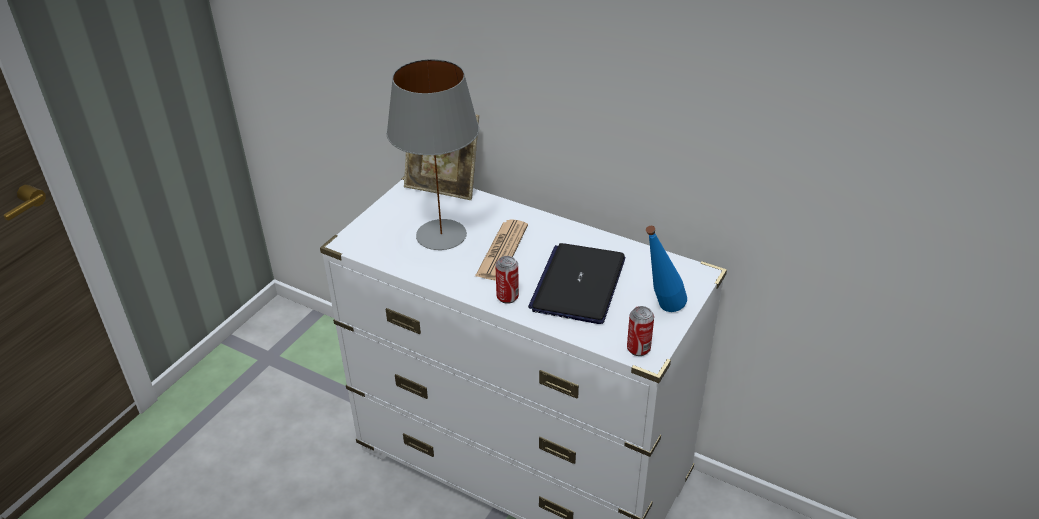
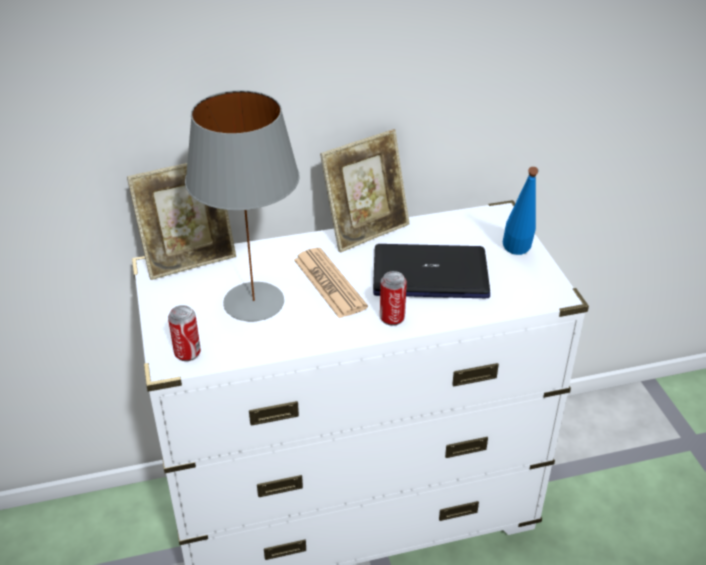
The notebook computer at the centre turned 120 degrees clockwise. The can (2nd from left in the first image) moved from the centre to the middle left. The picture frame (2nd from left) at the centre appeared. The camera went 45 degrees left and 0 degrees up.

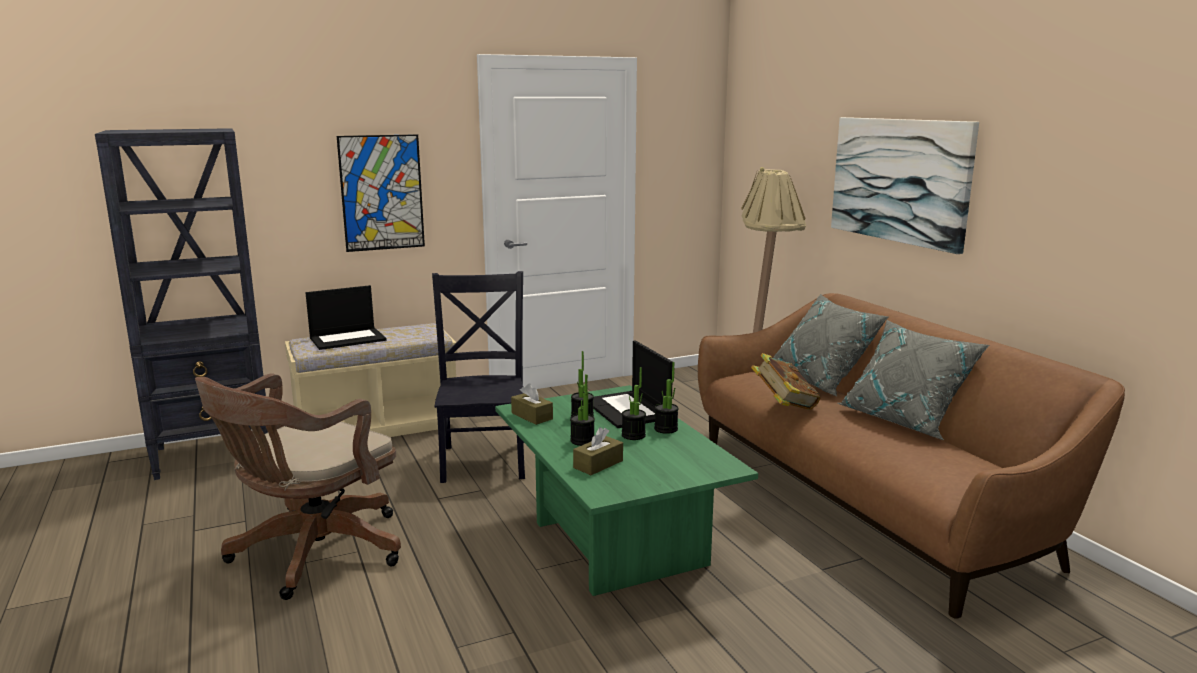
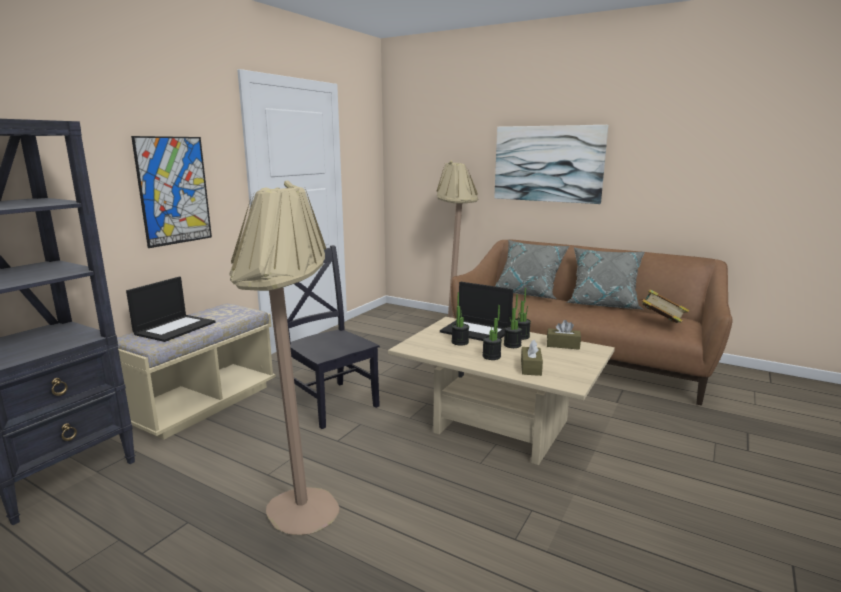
The office chair/brown-coloured at the bottom left was replaced by the standard lamp/beige-coloured (1st from left) at the centre. The coffee table/greenish at the bottom centre became the coffee table/beige-coloured at the centre. The tissue box/brown-coloured (1st from left in the first image) moved from the centre to the middle right. The book moved from the centre to the middle right. The camera went 35 degrees left and 0 degrees up.

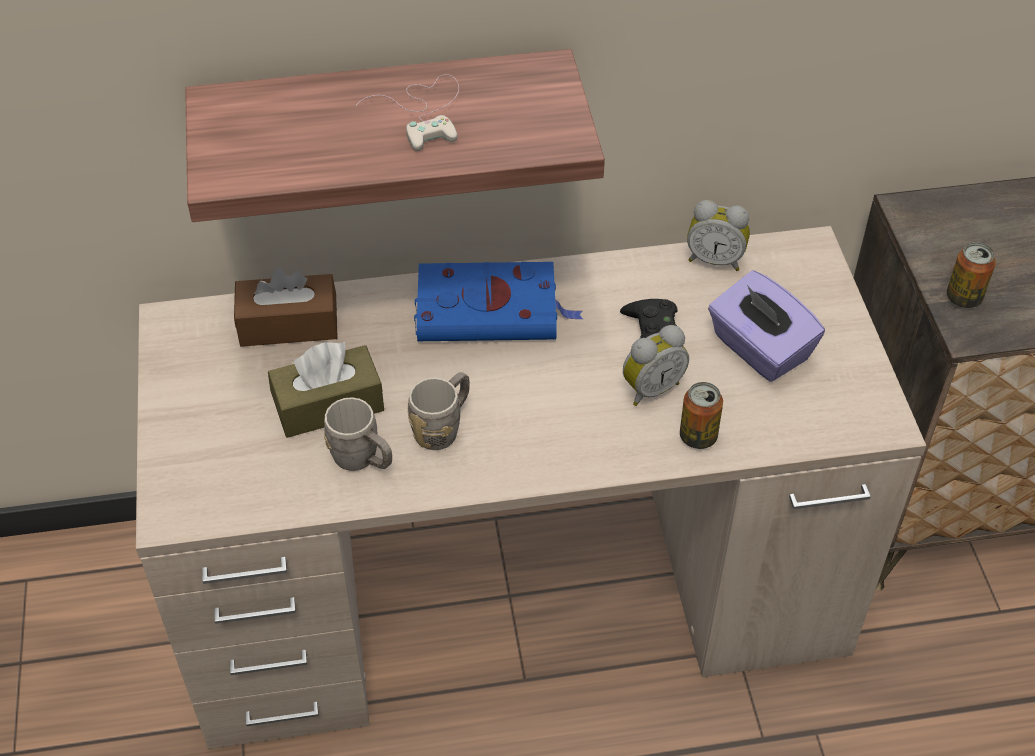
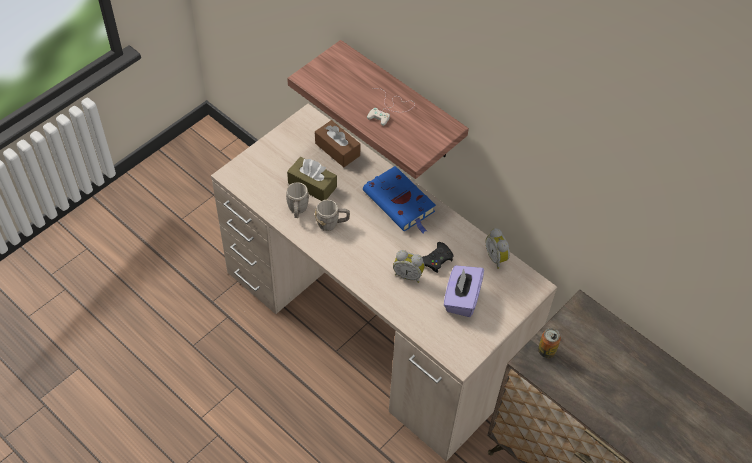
The can (1st from left) at the middle right disappeared. The camera went 50 degrees right and 5 degrees up.

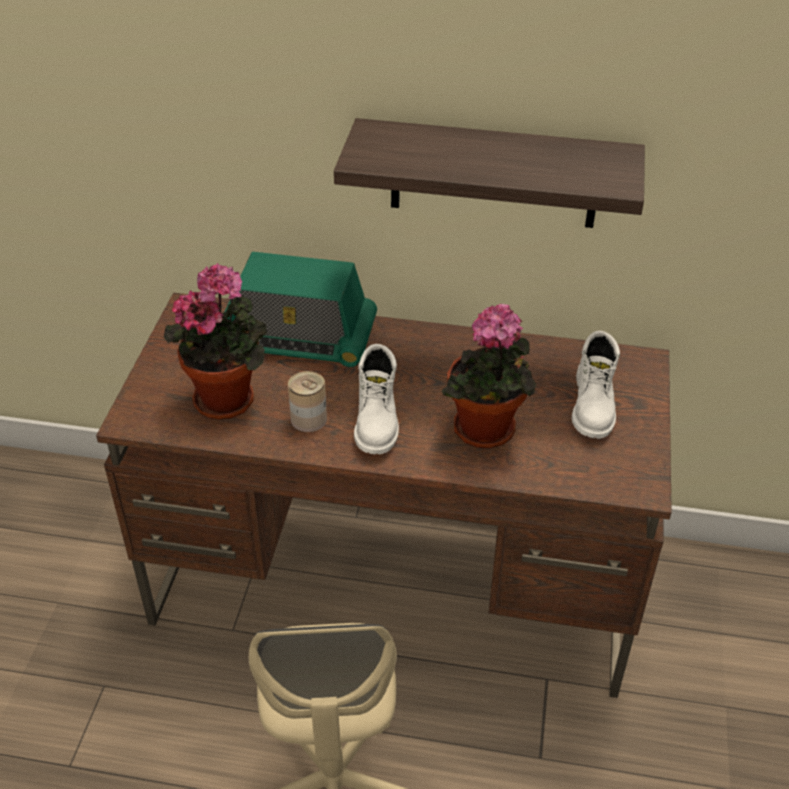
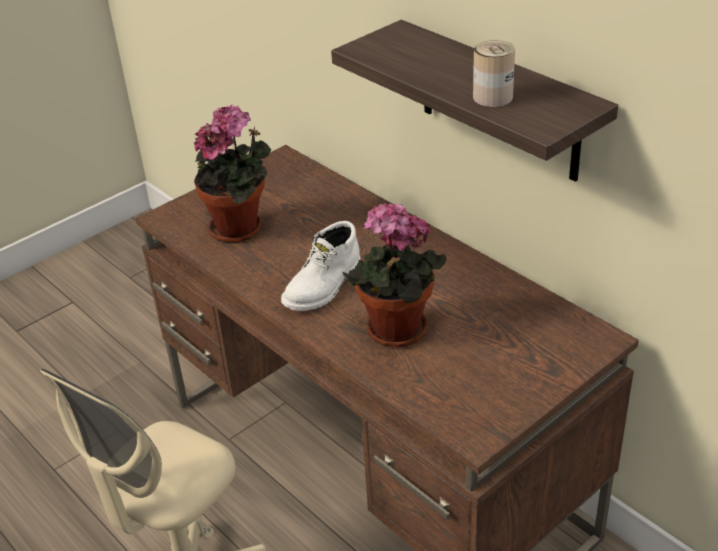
The radio set at the centre disappeared. The can moved from the centre to the top right. The tall boot/whitish (2nd from left) at the middle right disappeared. The camera went 40 degrees right and 5 degrees down.

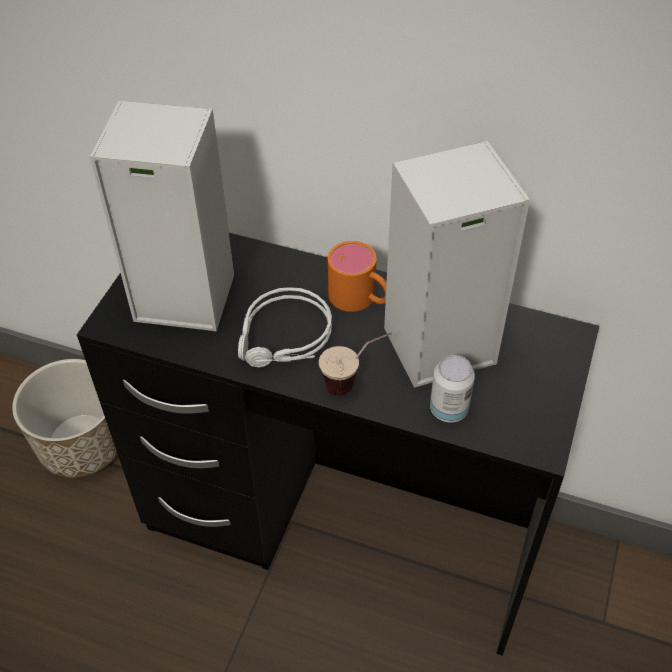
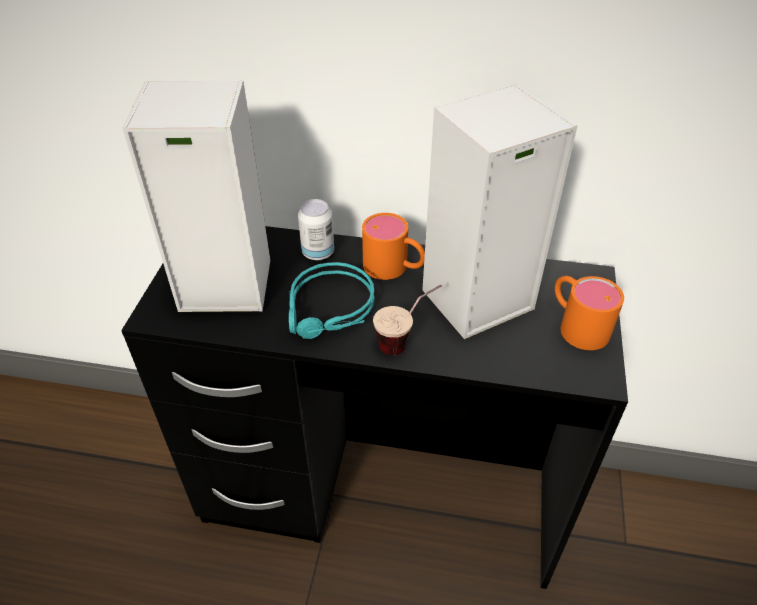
The planter at the middle left disappeared. The headphones/gray at the centre became the headphones/turquoise-coloured at the centre. The can moved from the middle right to the centre. The tea mug/orangey (2nd from left) at the middle right appeared. The camera went 10 degrees left and 5 degrees down.

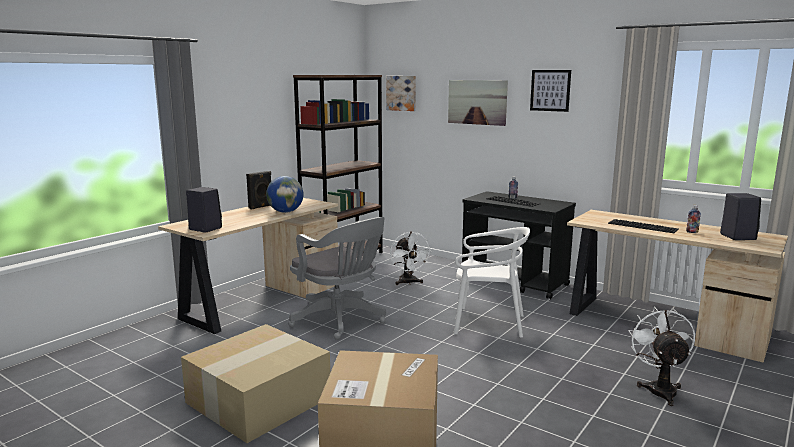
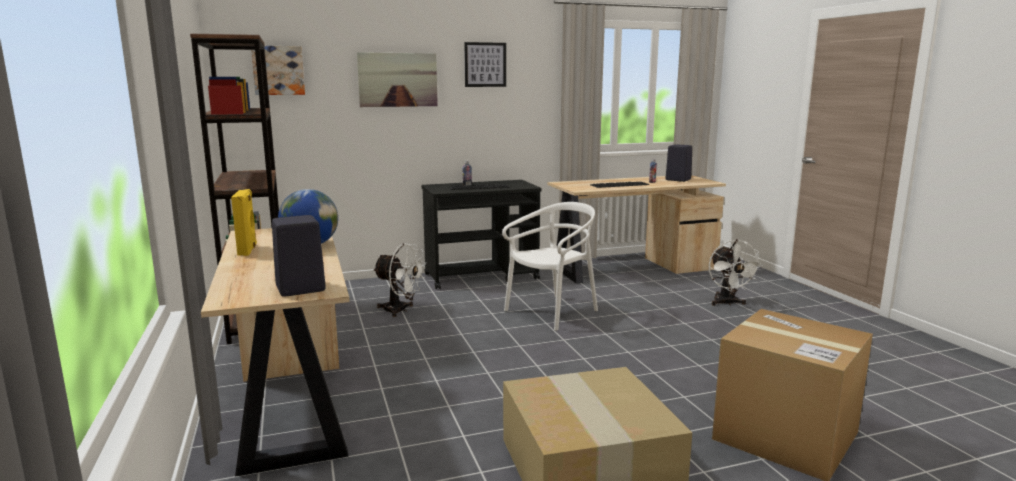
The speaker/blackish (2nd from left) at the middle left became the speaker/yellow at the middle left. The office chair/gray at the centre disappeared. The electric fan/whitish (2nd from left) at the bottom right turned 135 degrees counterclockwise. The camera went 55 degrees left and 0 degrees up.

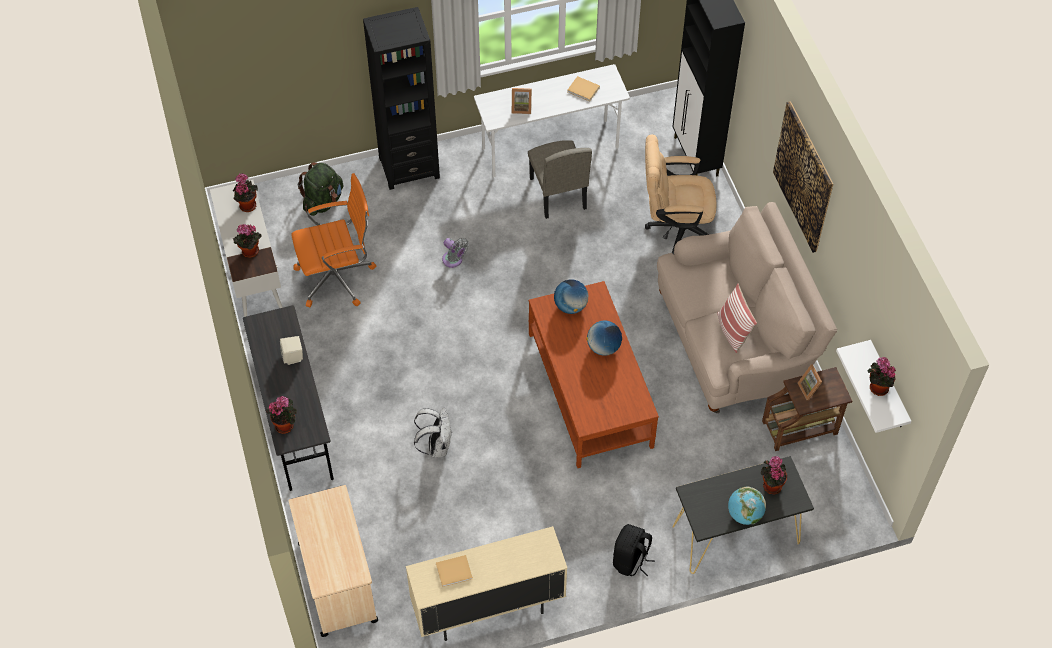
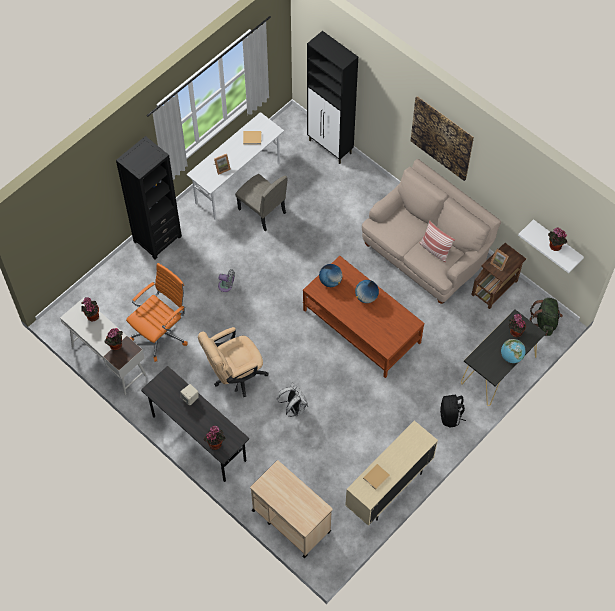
The backpack/greenish moved from the top left to the middle right. The office chair/beige-coloured moved from the top centre to the centre. The camera went 30 degrees left and 5 degrees up.

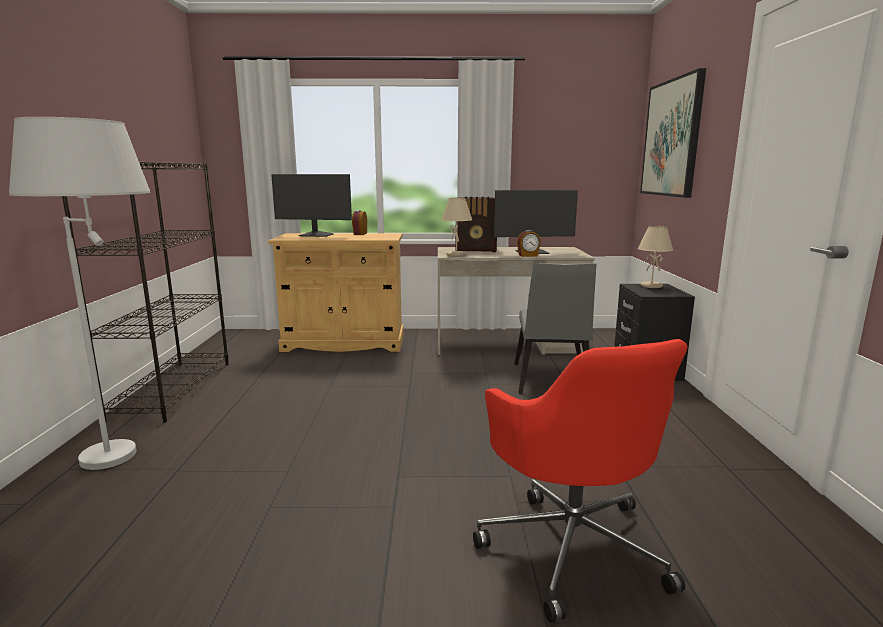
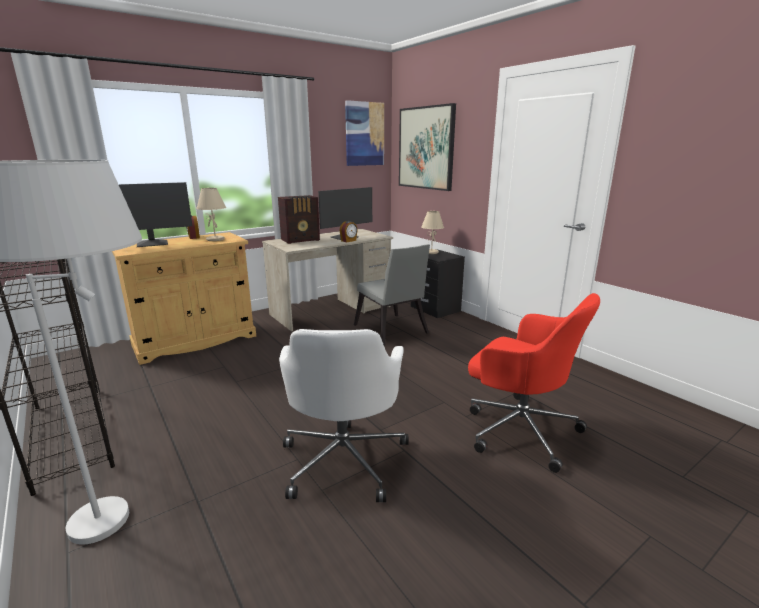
The tabletop lamp/beige-coloured (1st from left) moved from the centre to the middle left. The office chair/whitish at the bottom centre appeared. The picture (1st from left) at the top centre appeared. The camera went 35 degrees left and 5 degrees up.

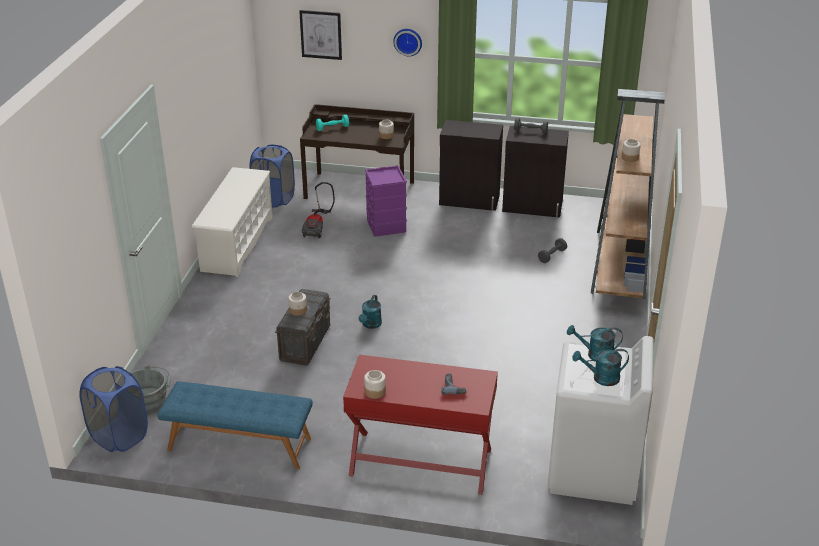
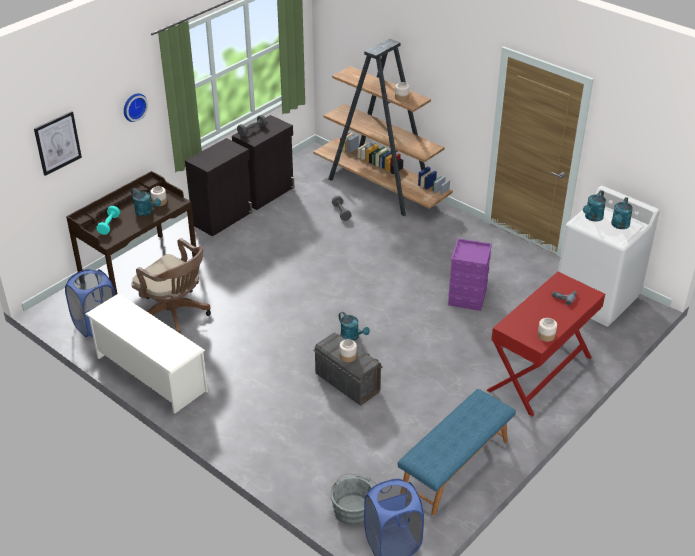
The vacuum cleaner at the centre was replaced by the office chair/brown-coloured at the middle left. The storage bin/purplish moved from the centre to the middle right. The watering pot/turquoise-coloured (1st from left) at the middle left appeared. The camera went 60 degrees left and 5 degrees up.

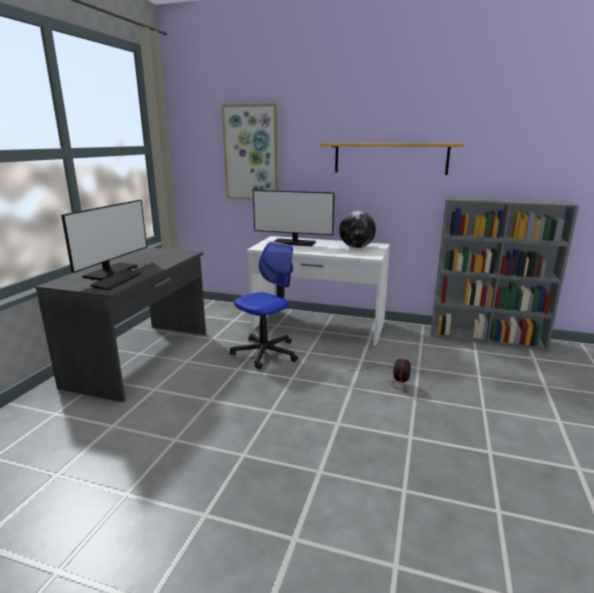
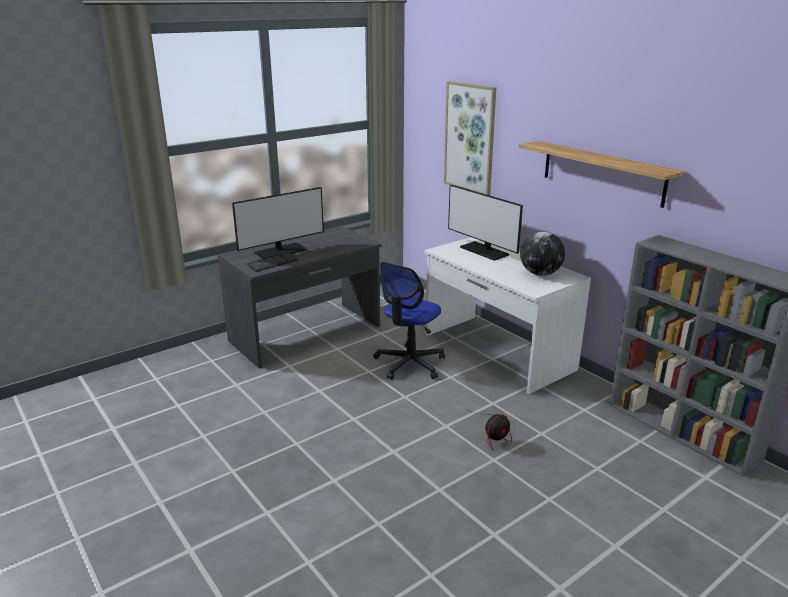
The office chair at the centre turned 135 degrees clockwise. The camera went 35 degrees right and 5 degrees up.

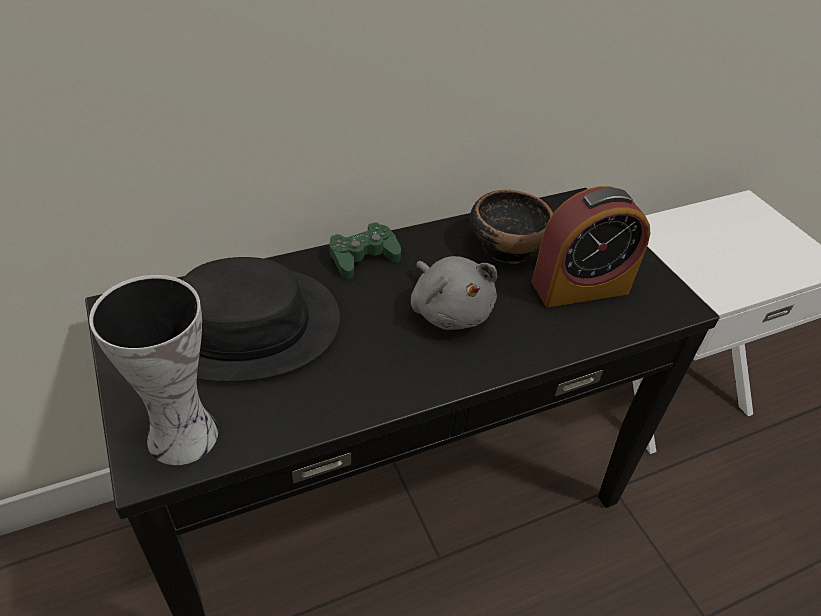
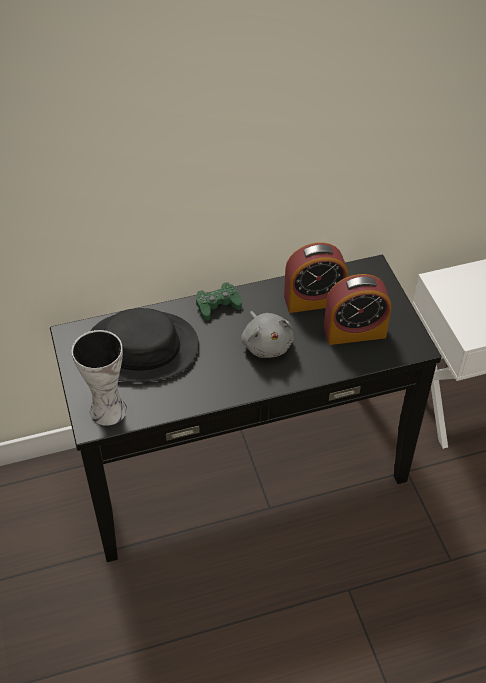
The deep dish at the centre was replaced by the table clock (1st from left) at the centre. The camera went 10 degrees right and 5 degrees up.

